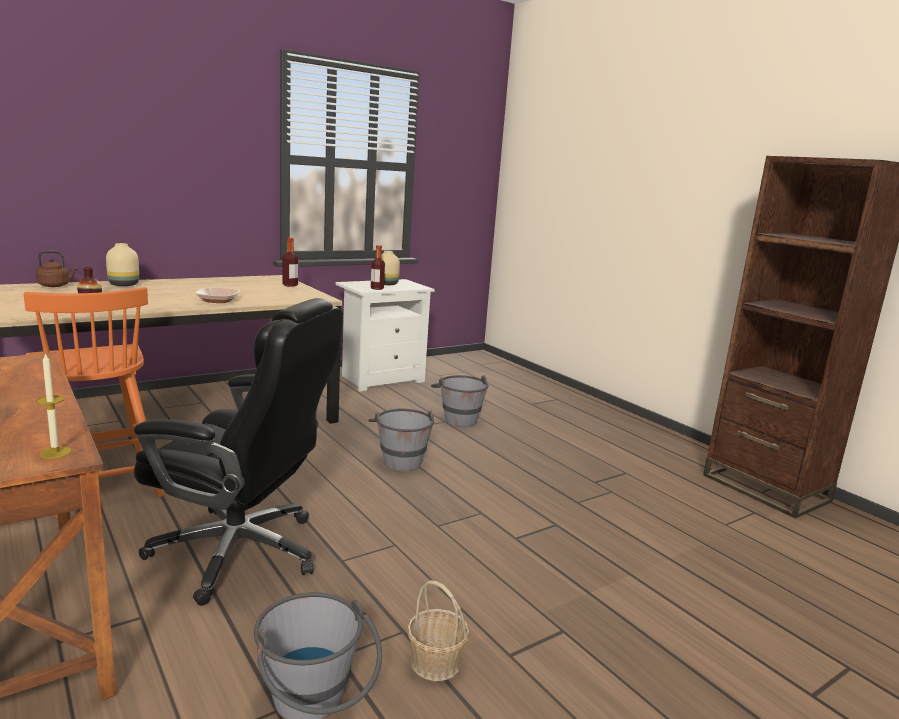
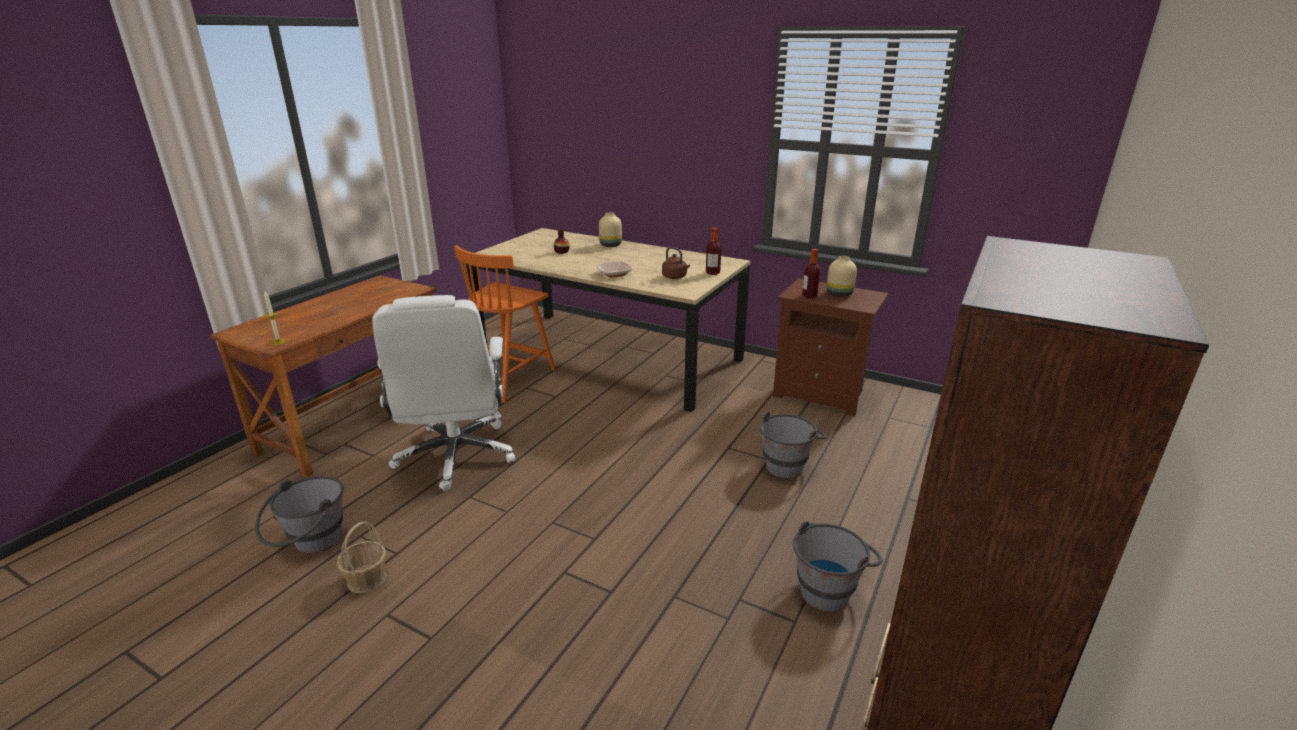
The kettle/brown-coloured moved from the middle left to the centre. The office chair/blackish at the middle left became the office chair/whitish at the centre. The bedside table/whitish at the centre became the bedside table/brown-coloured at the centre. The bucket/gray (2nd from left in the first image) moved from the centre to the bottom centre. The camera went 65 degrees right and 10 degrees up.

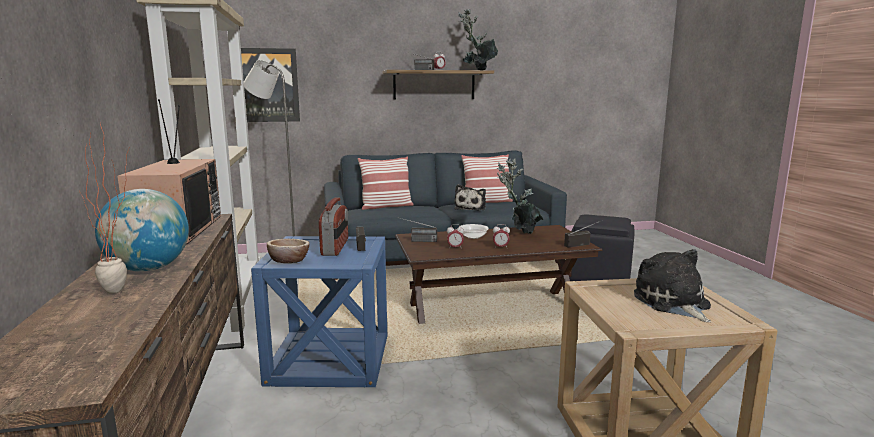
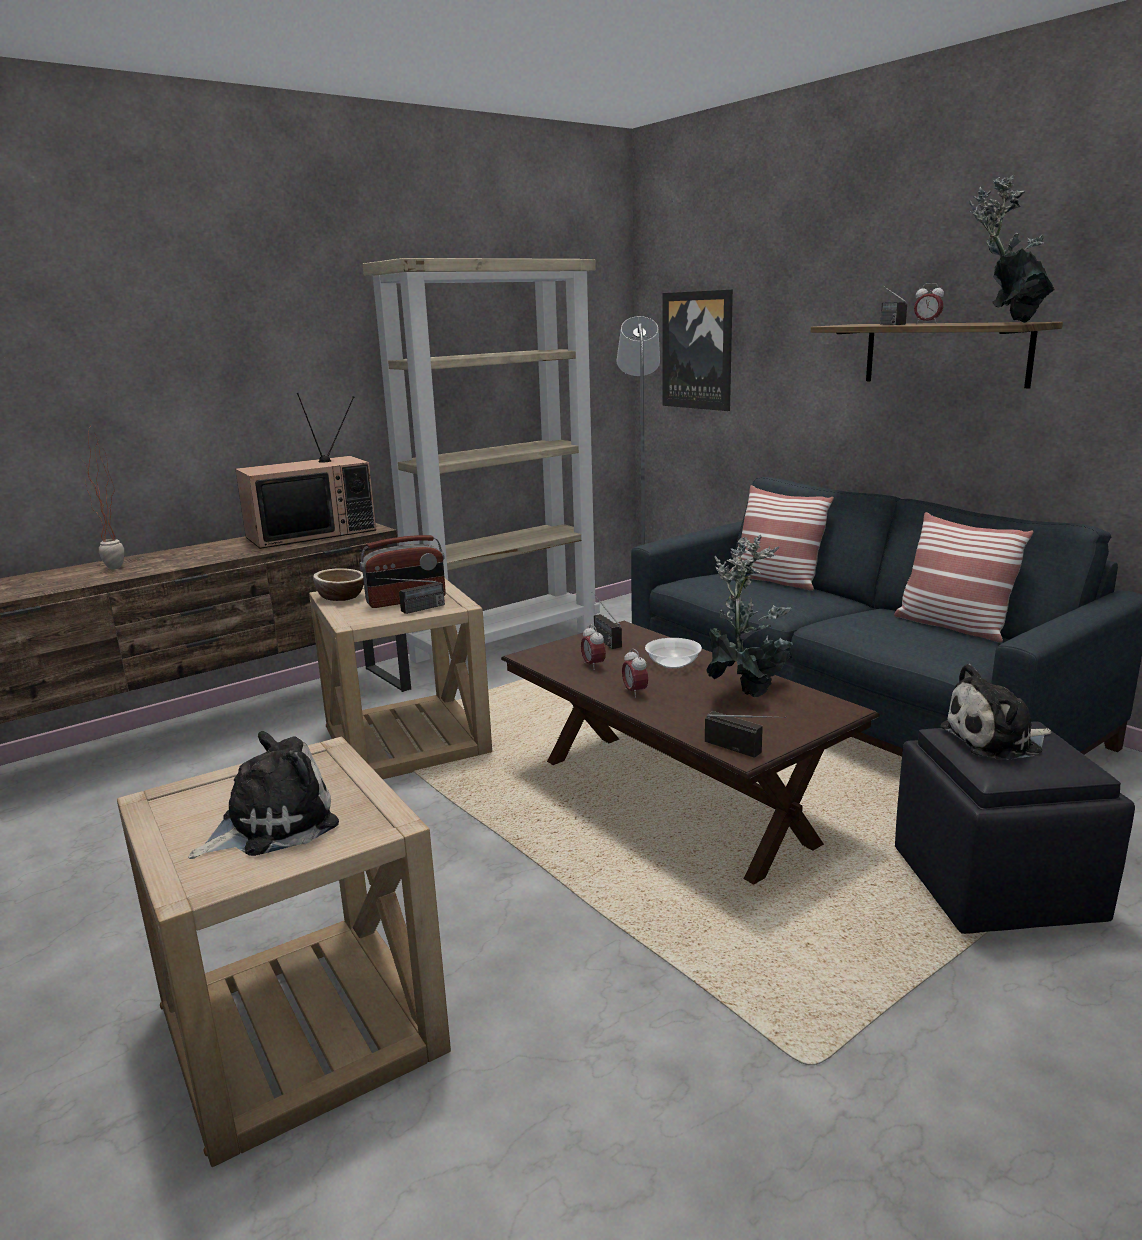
The world globe at the middle left disappeared. The end table/blue-coloured at the bottom centre became the end table/beige-coloured (2nd from left) at the centre. The soft toy (1st from left in the first image) moved from the centre to the middle right. The camera went 65 degrees right and 5 degrees up.

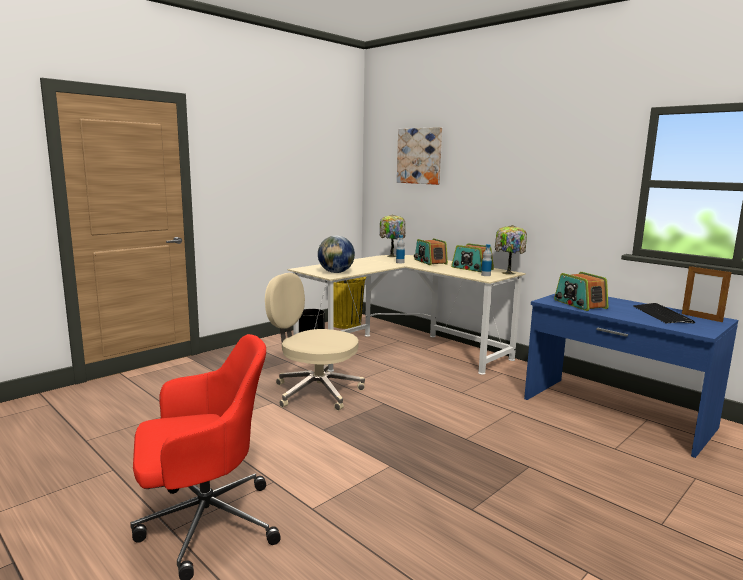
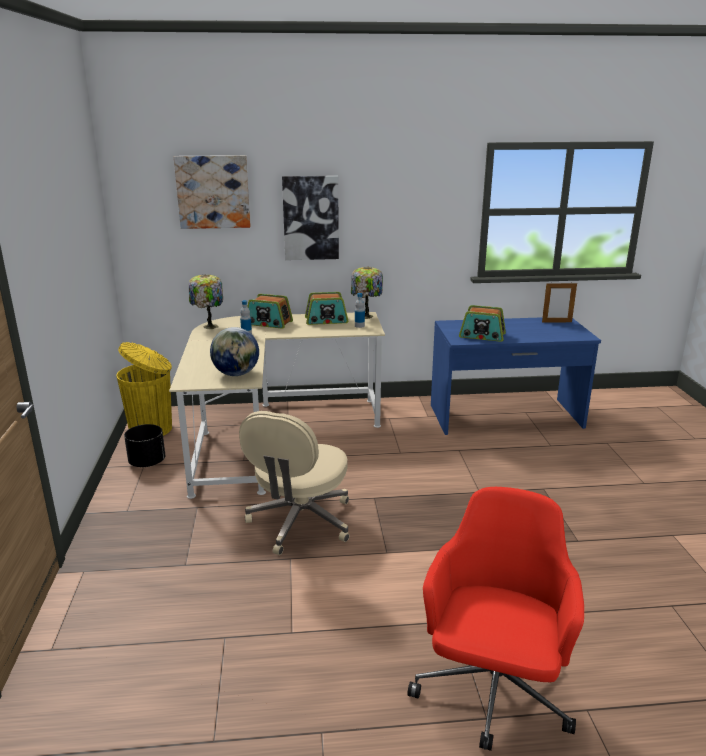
The office chair/beige-coloured at the centre turned 45 degrees counterclockwise. The PC keyboard at the middle right disappeared. The picture (2nd from left) at the top centre appeared. The camera went 50 degrees left and 10 degrees up.

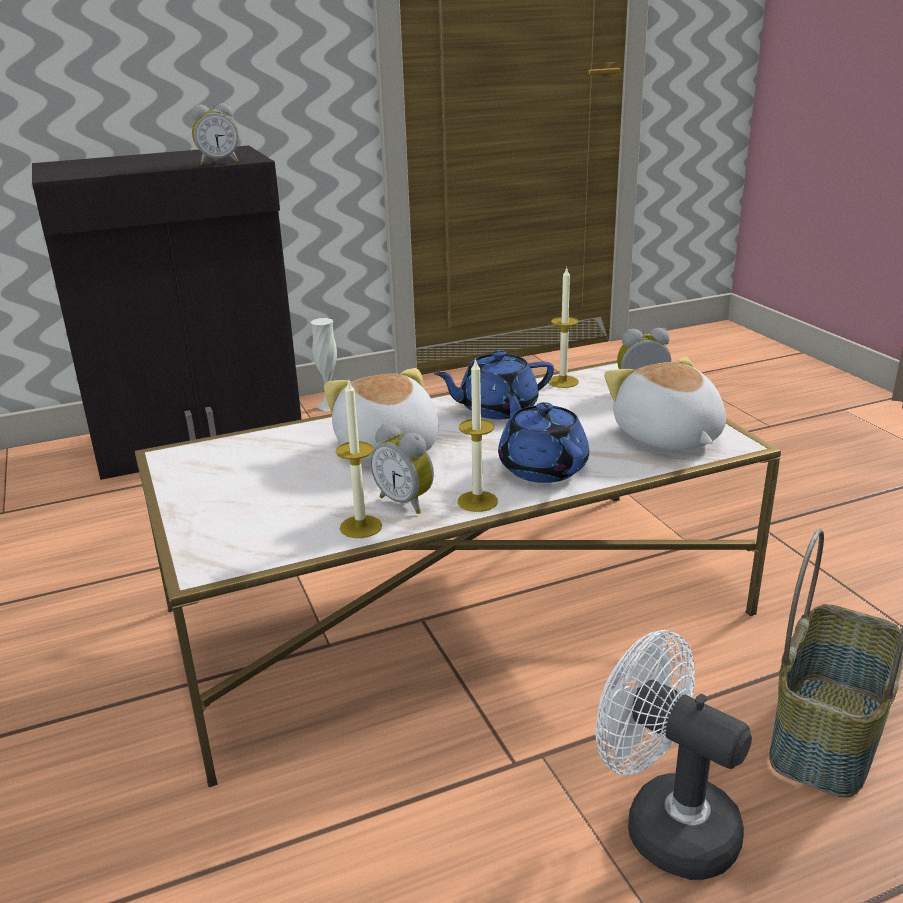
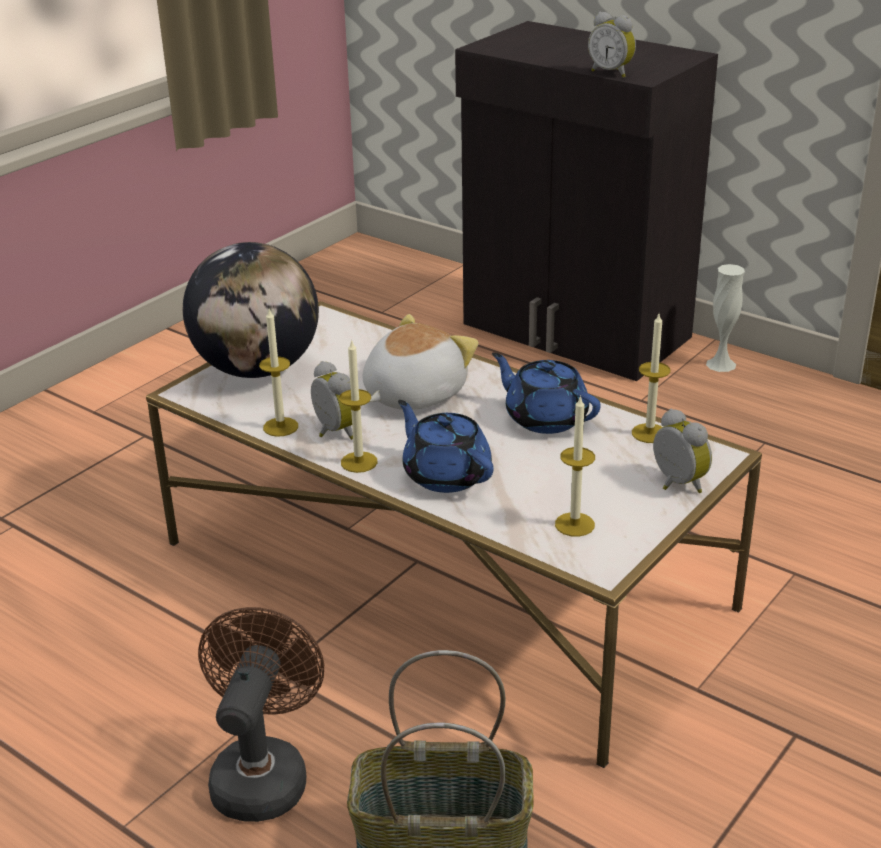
The table clock (2nd from left in the first image) at the centre turned 135 degrees clockwise. The teapot/blue-coloured (2nd from left in the first image) at the centre turned 75 degrees counterclockwise. The electric fan/whitish at the bottom right became the electric fan/brown-coloured at the bottom left. The soft toy (2nd from left) at the middle right was replaced by the candle (3rd from left) at the centre. The world globe at the middle left appeared. The camera went 60 degrees right and 5 degrees up.

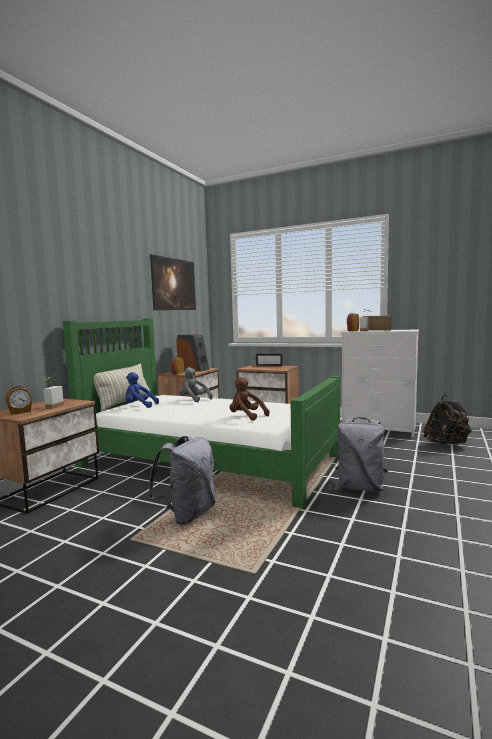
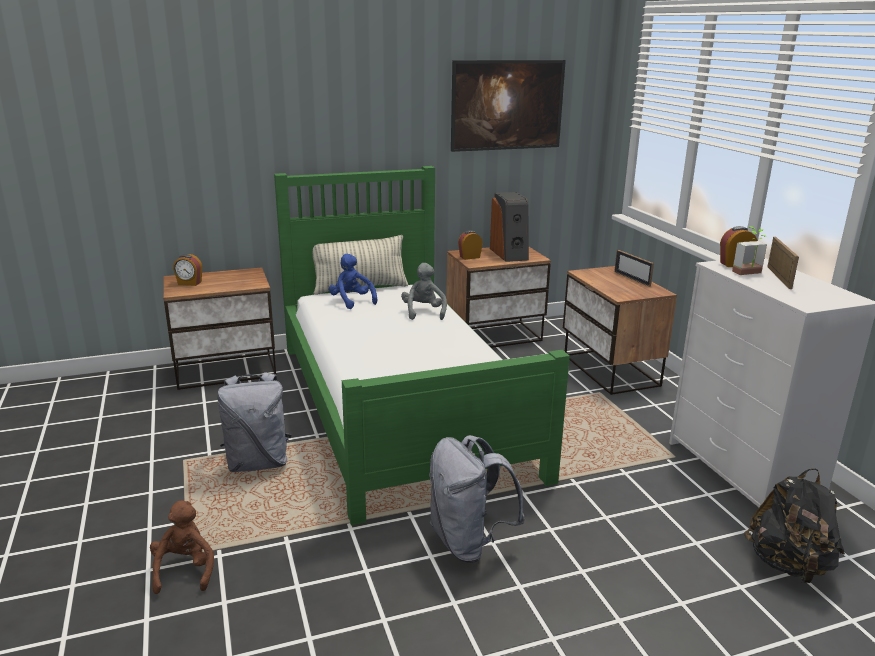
The houseplant (1st from left) at the middle left disappeared. The soft toy/brown-coloured moved from the centre to the bottom left. The camera went 45 degrees right and 15 degrees up.

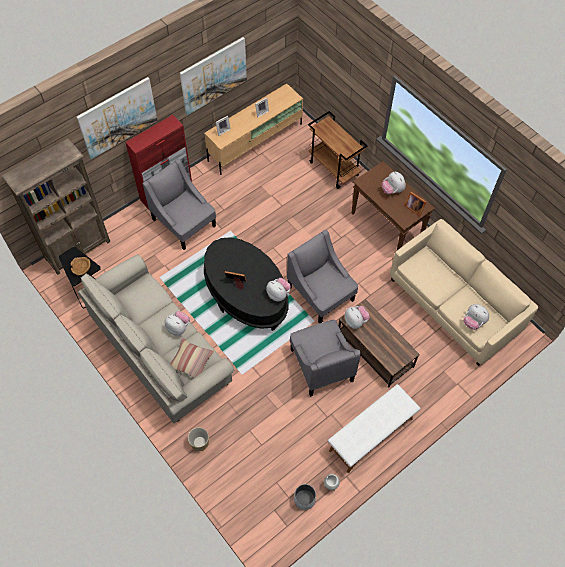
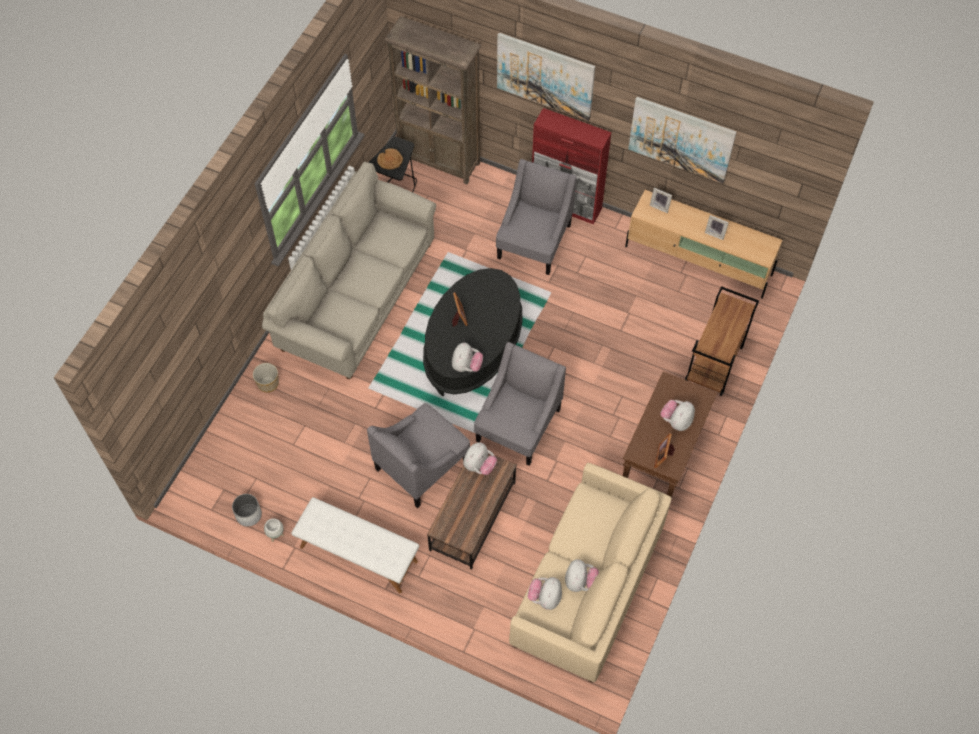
The soft toy (1st from left in the first image) moved from the middle left to the bottom centre. The cushion at the centre disappeared. The camera went 65 degrees right and 0 degrees up.

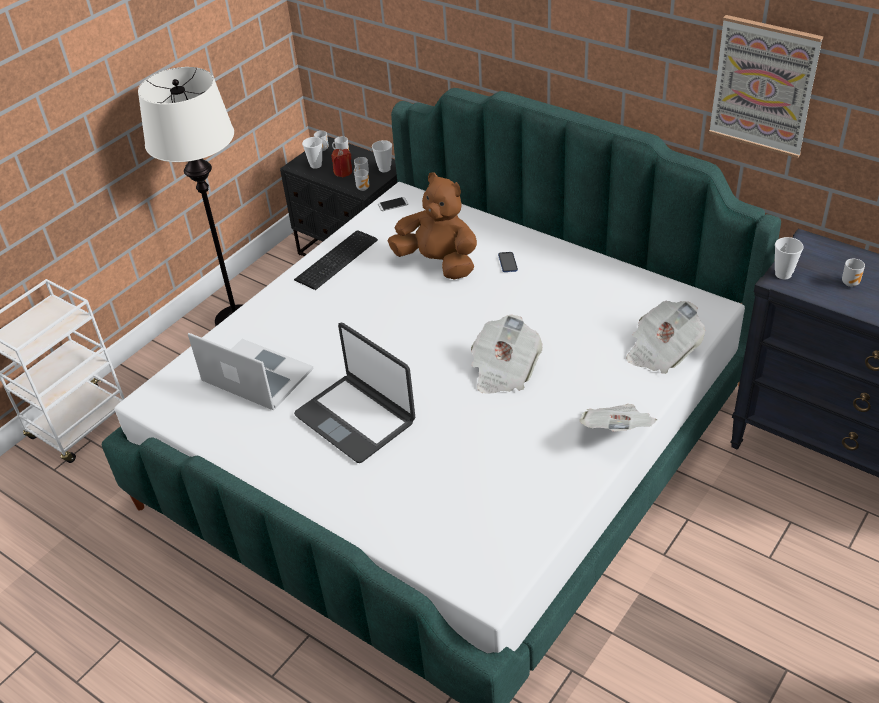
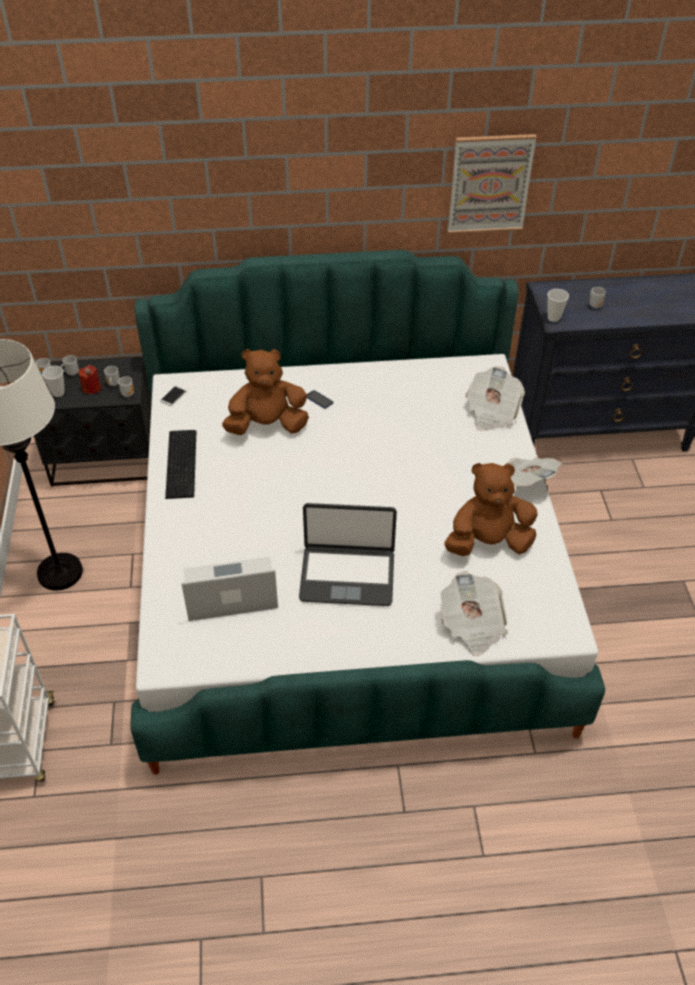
The small cup (2nd from left) at the top centre disappeared. The newspaper (1st from left) moved from the centre to the middle right. The soft toy/brown-coloured (2nd from left) at the middle right appeared. The camera went 45 degrees left and 5 degrees up.

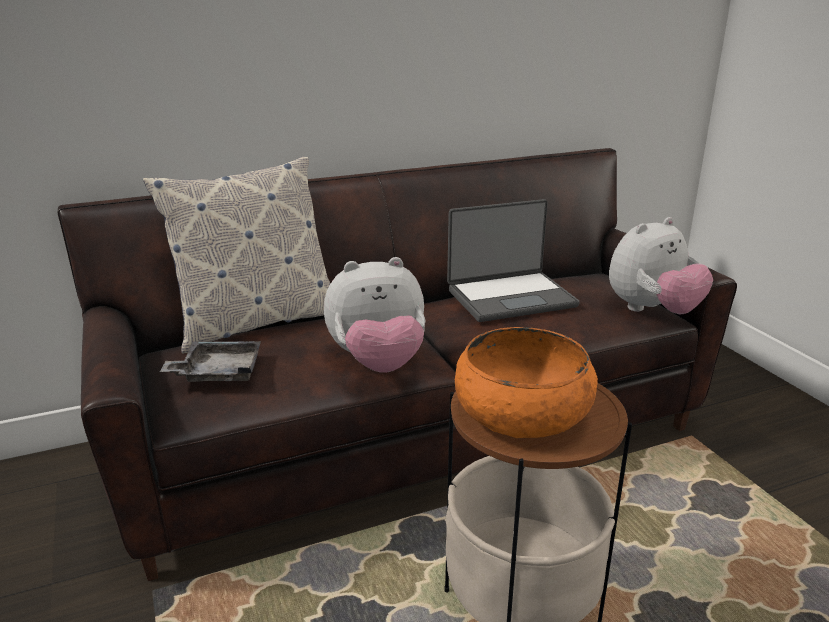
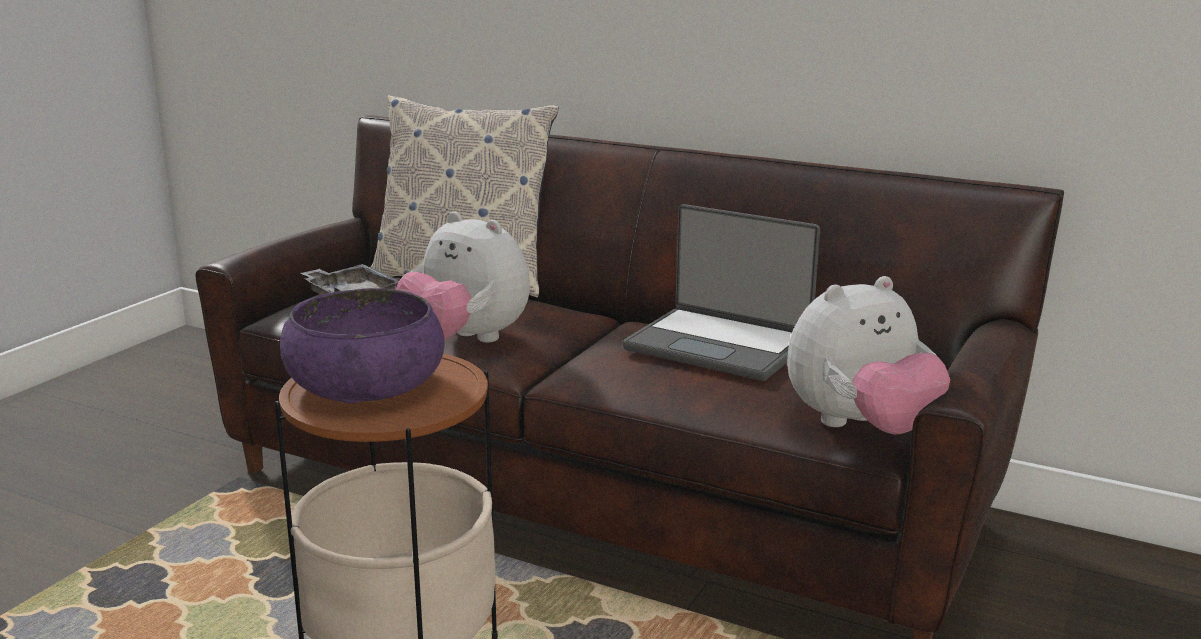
The deep dish/orangey at the centre became the deep dish/purplish at the middle left. The soft toy (2nd from left) at the middle right turned 45 degrees counterclockwise. The camera went 50 degrees right and 5 degrees down.

